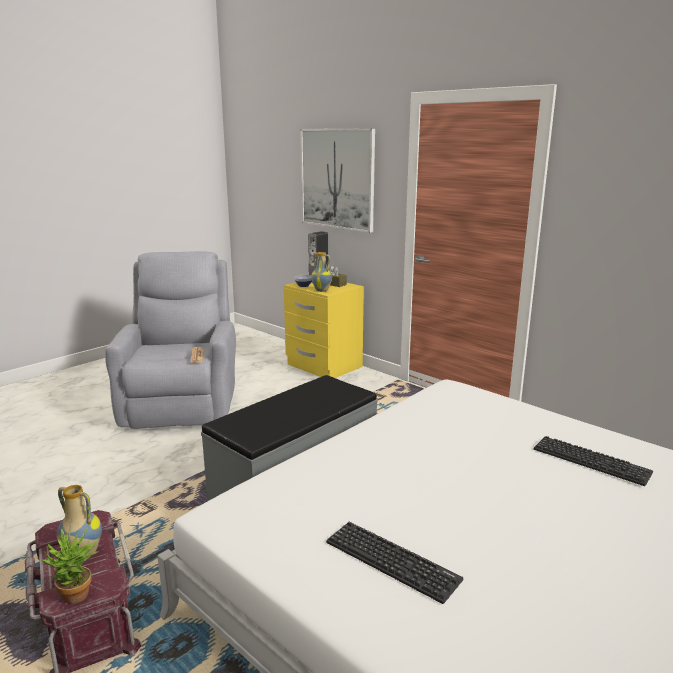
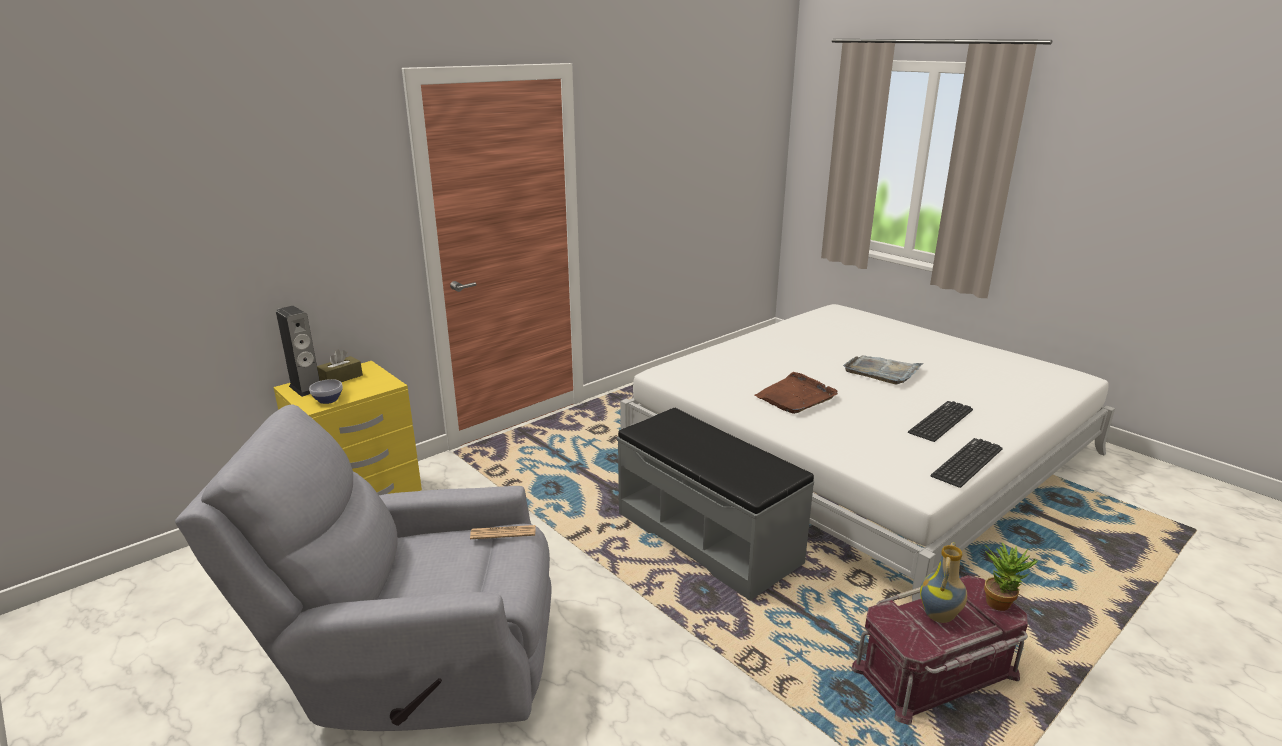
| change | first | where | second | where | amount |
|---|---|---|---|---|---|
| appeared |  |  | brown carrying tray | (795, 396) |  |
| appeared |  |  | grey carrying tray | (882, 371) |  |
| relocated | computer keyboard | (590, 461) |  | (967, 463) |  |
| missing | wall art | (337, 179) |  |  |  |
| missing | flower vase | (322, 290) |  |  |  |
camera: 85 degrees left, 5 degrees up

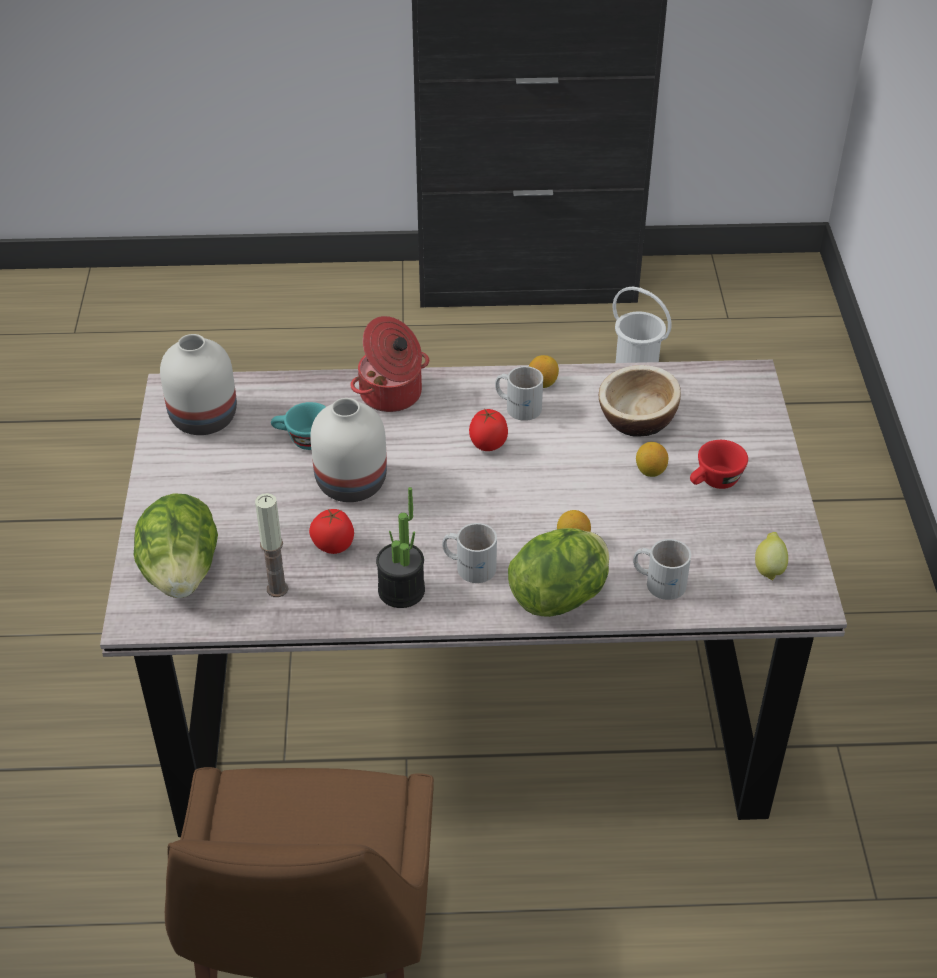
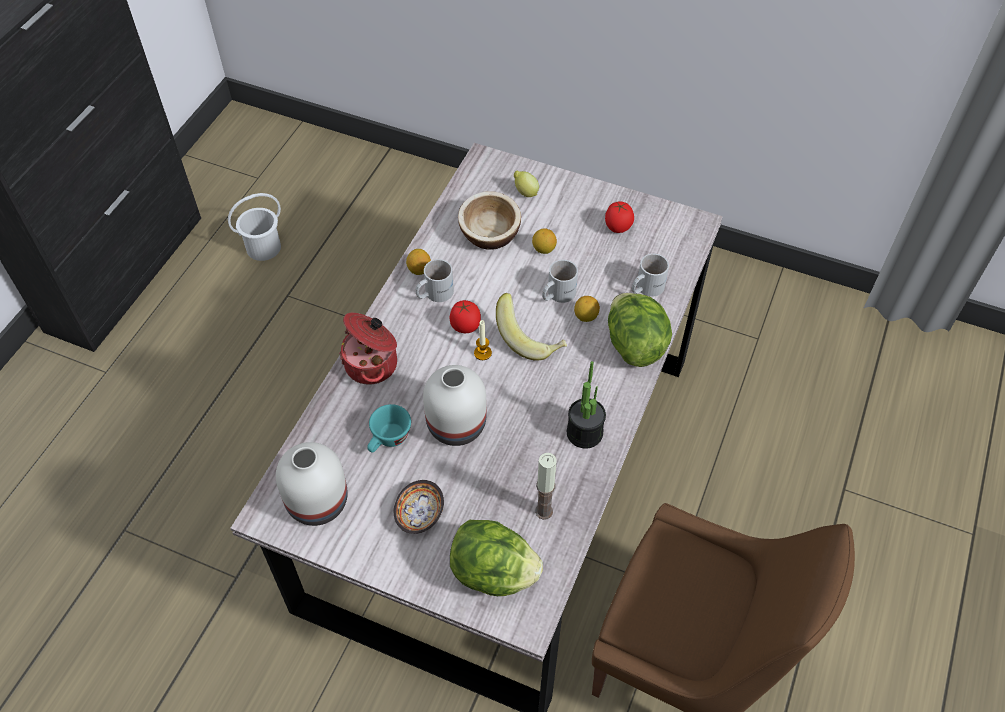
| change | first | where | second | where | amount |
|---|---|---|---|---|---|
| appeared |  |  | serving bowl | (419, 514) |  |
| appeared |  |  | candle | (482, 353) |  |
| appeared |  |  | whole banana | (530, 338) |  |
| relocated | lemon | (769, 568) |  | (525, 192) |  |
| relocated | white mug | (469, 565) |  | (556, 294) |  |
| relocated | tomato | (333, 546) |  | (617, 228) |  |
| missing | red-coloured cup | (714, 482) |  |  |  |
camera: 65 degrees left, 10 degrees up

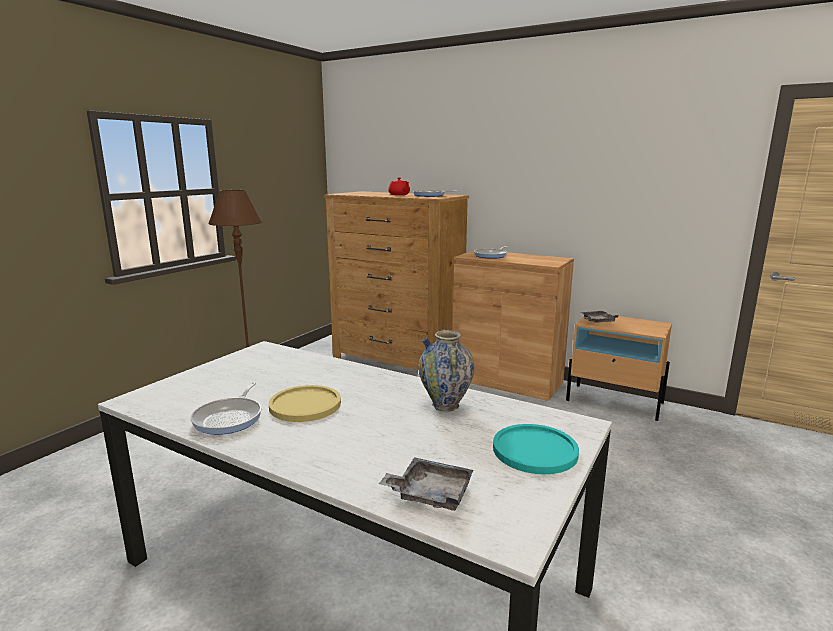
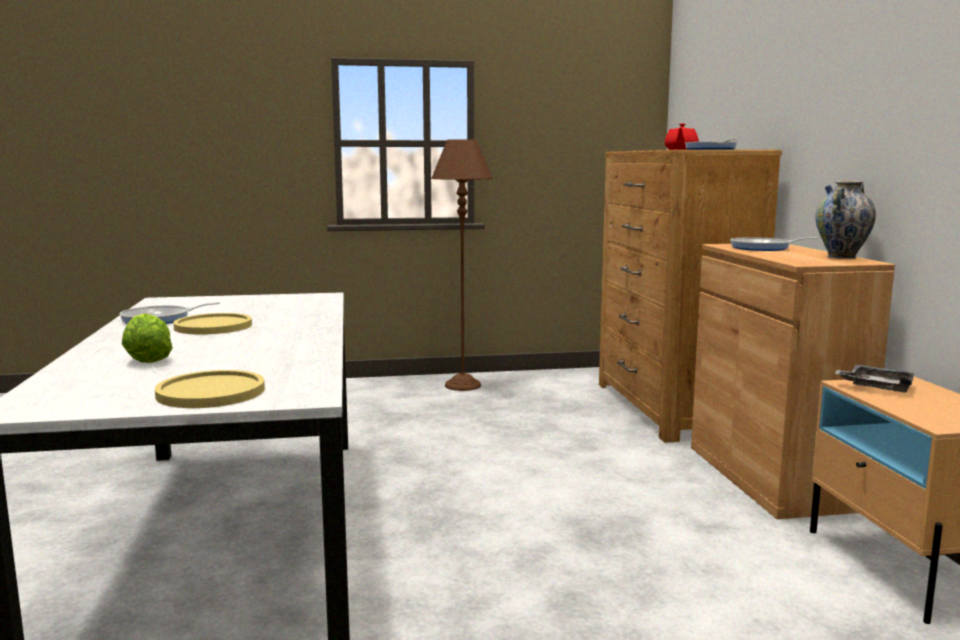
| change | first | where | second | where | amount |
|---|---|---|---|---|---|
| appeared |  |  | lettuce head | (147, 359) |  |
| colour | turquoise plate | (535, 450) | yellow plate | (211, 392) |  |
| relocated | flower vase | (445, 405) |  | (841, 257) |  |
| missing | grey carrying tray | (430, 493) |  |  |  |
camera: 50 degrees right, 5 degrees down

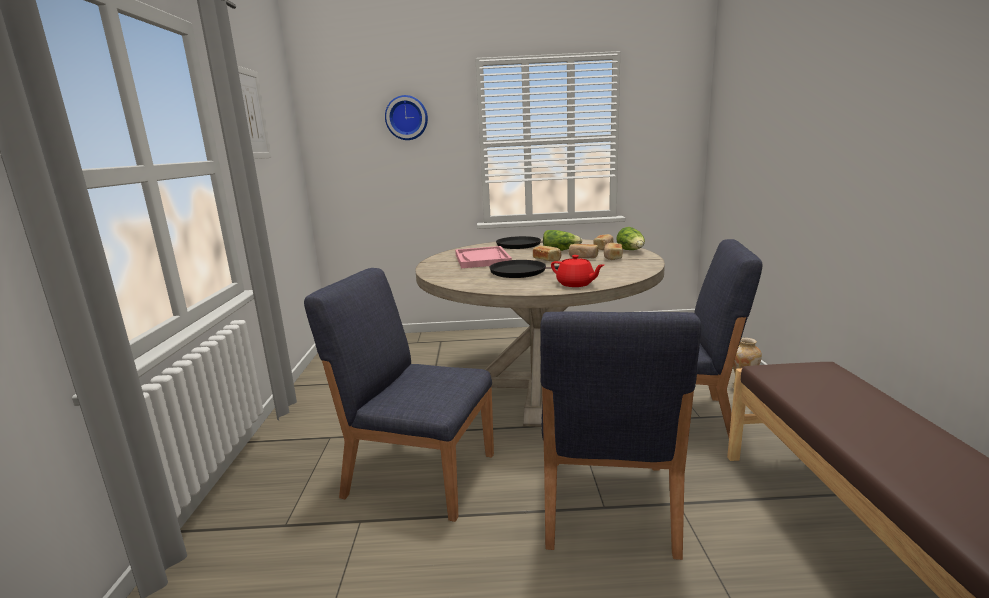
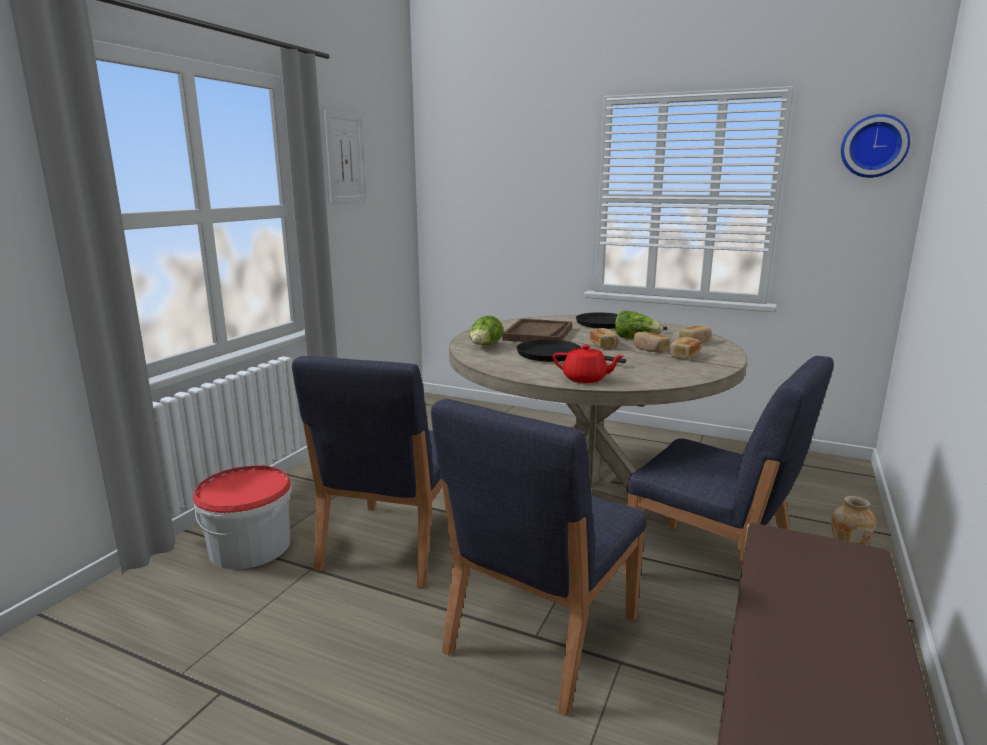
| change | first | where | second | where | amount |
|---|---|---|---|---|---|
| appeared |  |  | water bucket | (250, 546) |  |
| spun | blue upright chair | (419, 474) |  | (392, 544) | 120 degrees counterclockwise |
| relocated | lettuce head | (631, 251) |  | (485, 346) |  |
| colour | pink-coloured carrying tray | (482, 259) | brown carrying tray | (538, 334) |  |
| spun | red-coloured teapot | (576, 284) |  | (585, 379) | 45 degrees counterclockwise |
| relocated | hanging clock | (406, 118) |  | (874, 146) |  |
camera: 25 degrees right, 0 degrees up

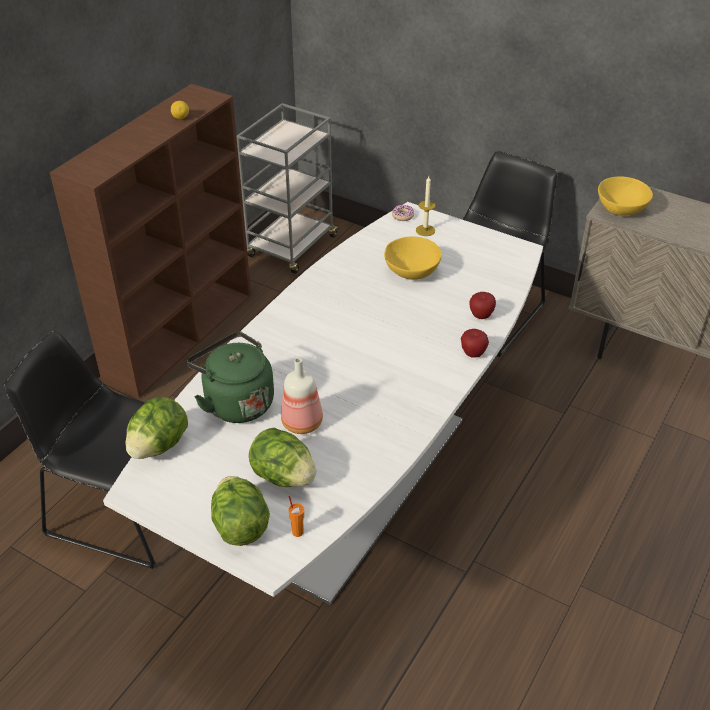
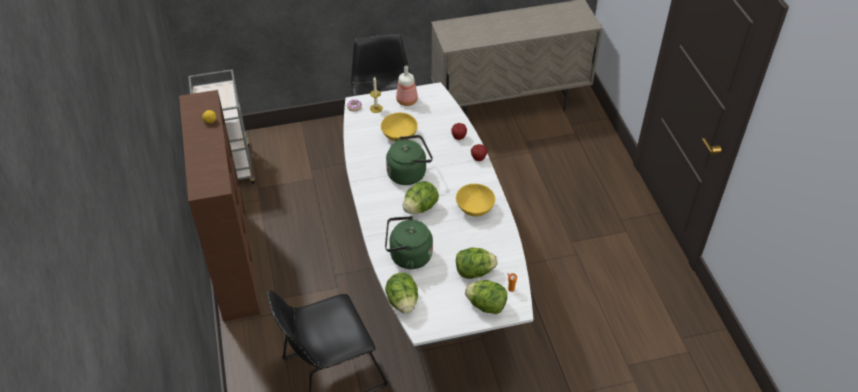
| change | first | where | second | where | amount |
|---|---|---|---|---|---|
| appeared |  |  | green tea kettle | (409, 173) |  |
| relocated | drink bottle | (303, 422) |  | (407, 100) |  |
| appeared |  |  | lettuce head | (420, 207) |  |
| relocated | yellow serving bowl | (621, 209) |  | (475, 208) |  |
camera: 45 degrees left, 5 degrees up

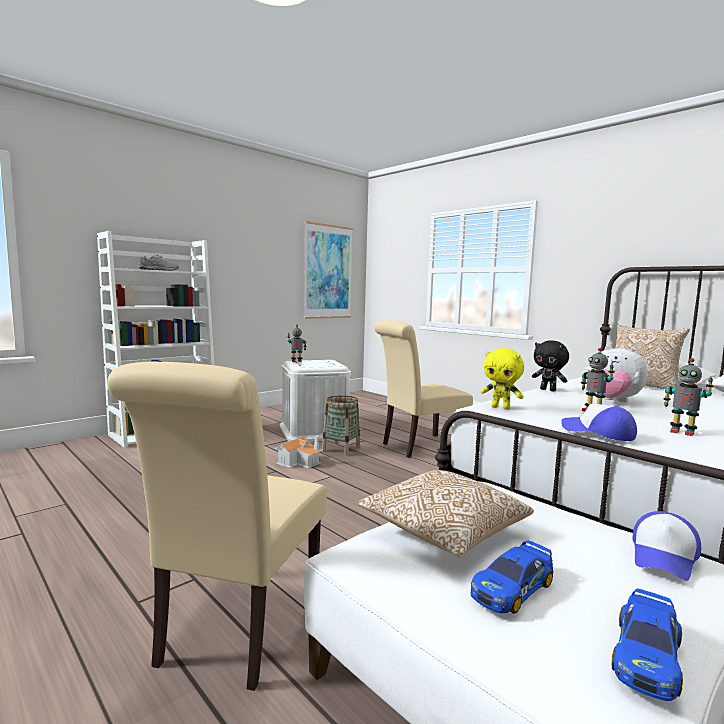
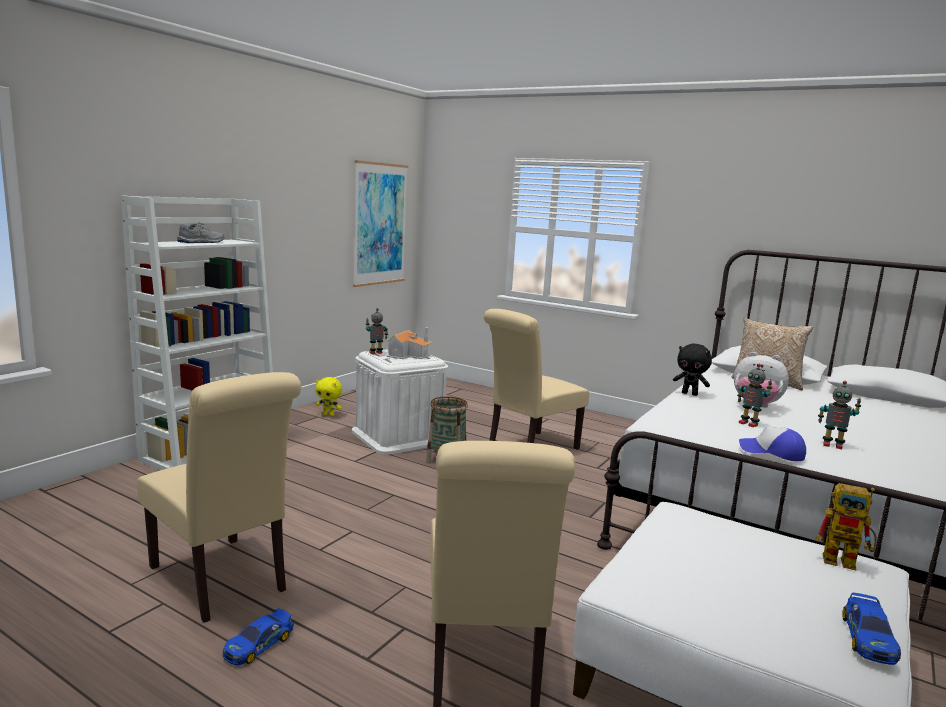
| change | first | where | second | where | amount |
|---|---|---|---|---|---|
| appeared |  |  | sand-coloured upright chair | (222, 581) |  |
| relocated | toy car | (512, 588) |  | (258, 645) |  |
| relocated | yellow soft toy | (501, 408) |  | (329, 415) |  |
| relocated | toy house | (299, 462) |  | (408, 355) |  |
| exchanged | peaked cap | (664, 557) | robot figure | (846, 562) |  |
| missing | cushion | (443, 532) |  |  |  |
camera: 15 degrees left, 5 degrees up

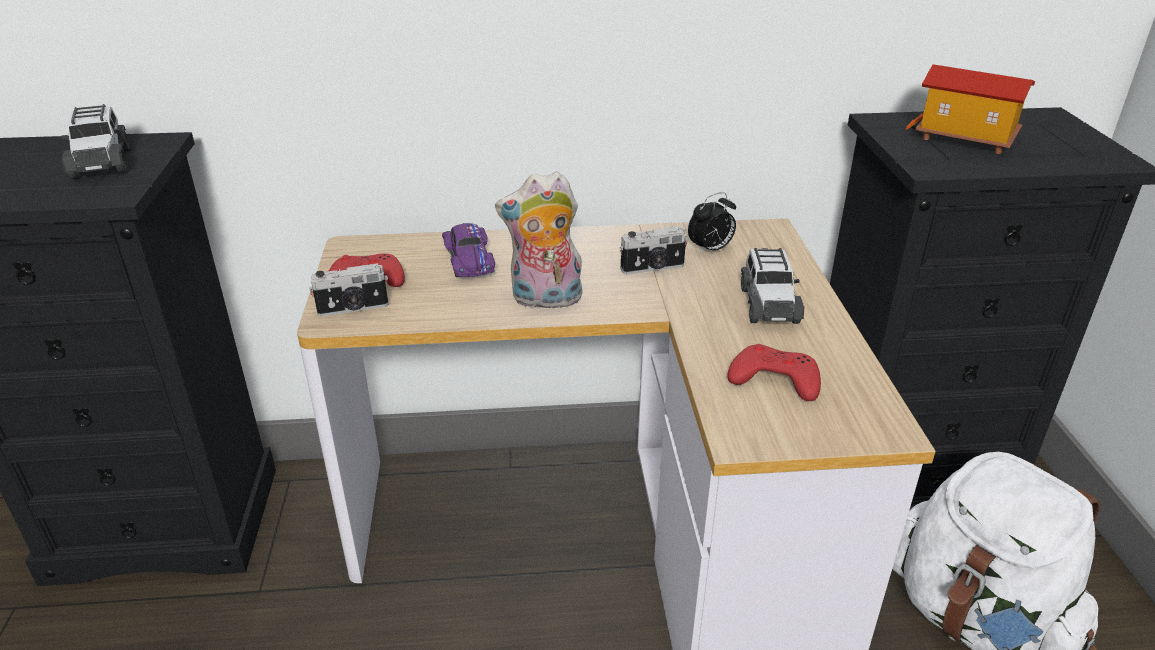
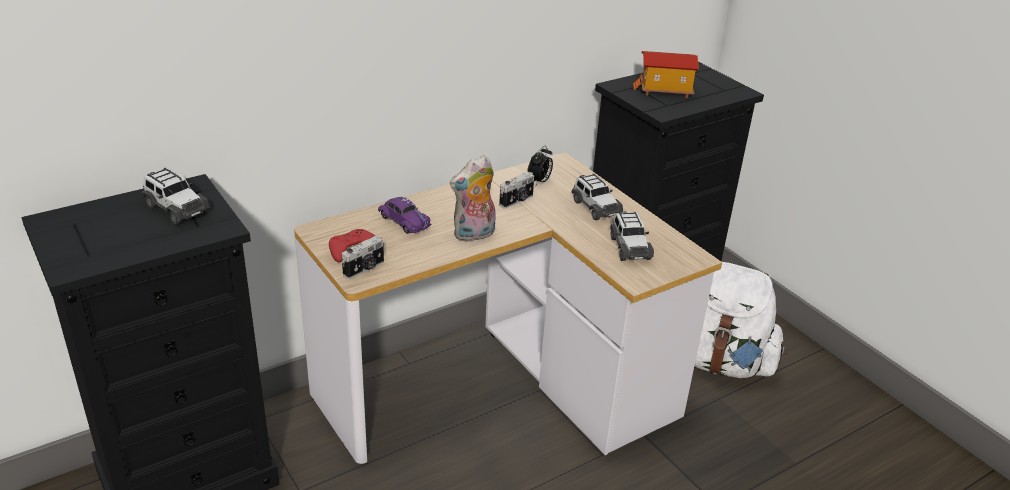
| change | first | where | second | where | amount |
|---|---|---|---|---|---|
| exchanged | red-coloured gamepad | (774, 379) | toy car | (629, 247) |  |
camera: 30 degrees left, 0 degrees up

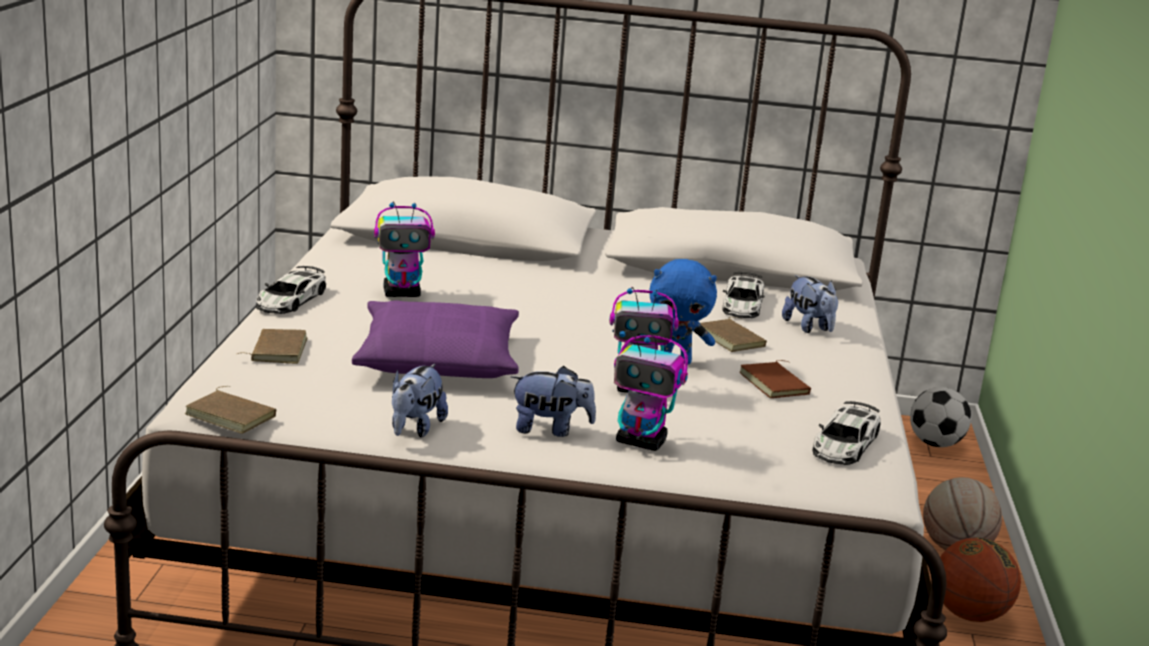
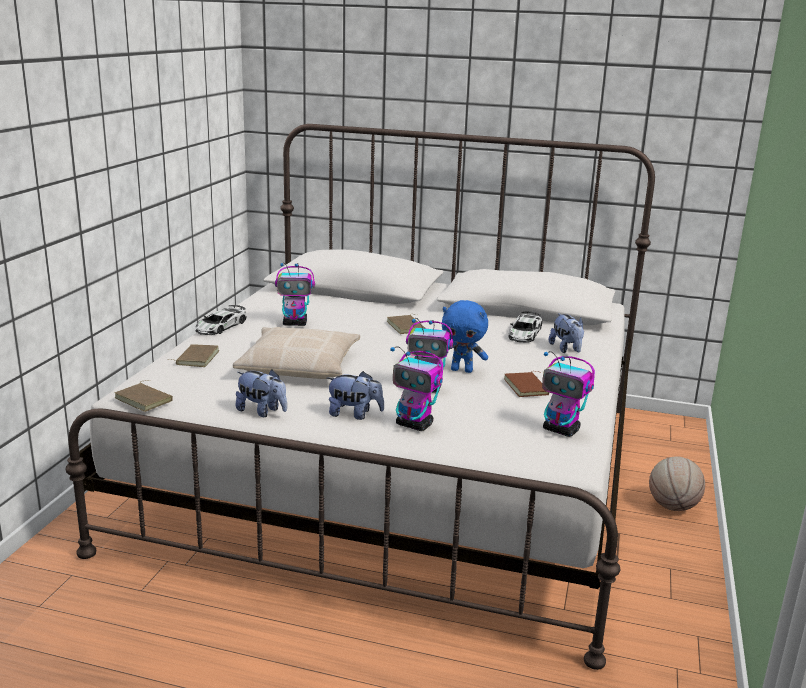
| change | first | where | second | where | amount |
|---|---|---|---|---|---|
| colour | purplish cushion | (438, 358) | sand-coloured cushion | (299, 365) |  |
| spun | soft toy | (415, 429) |  | (262, 411) | 90 degrees counterclockwise |
| relocated | brown book | (733, 339) |  | (407, 327) |  |
| exchanged | toy car | (845, 444) | robot figure | (562, 430) |  |
| missing | football ball | (935, 444) |  |  |  |
| missing | basketball ball | (969, 615) |  |  |  |
camera: 10 degrees right, 0 degrees up

